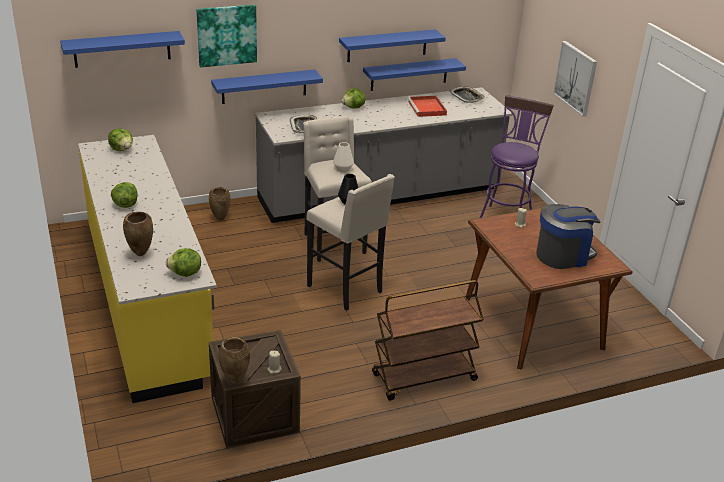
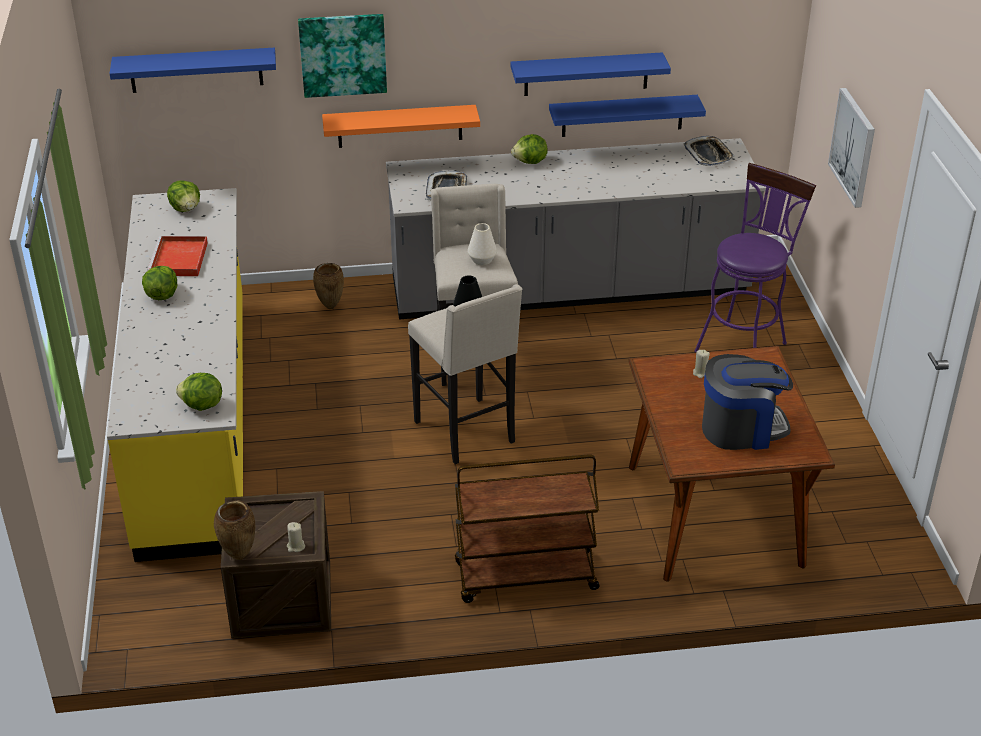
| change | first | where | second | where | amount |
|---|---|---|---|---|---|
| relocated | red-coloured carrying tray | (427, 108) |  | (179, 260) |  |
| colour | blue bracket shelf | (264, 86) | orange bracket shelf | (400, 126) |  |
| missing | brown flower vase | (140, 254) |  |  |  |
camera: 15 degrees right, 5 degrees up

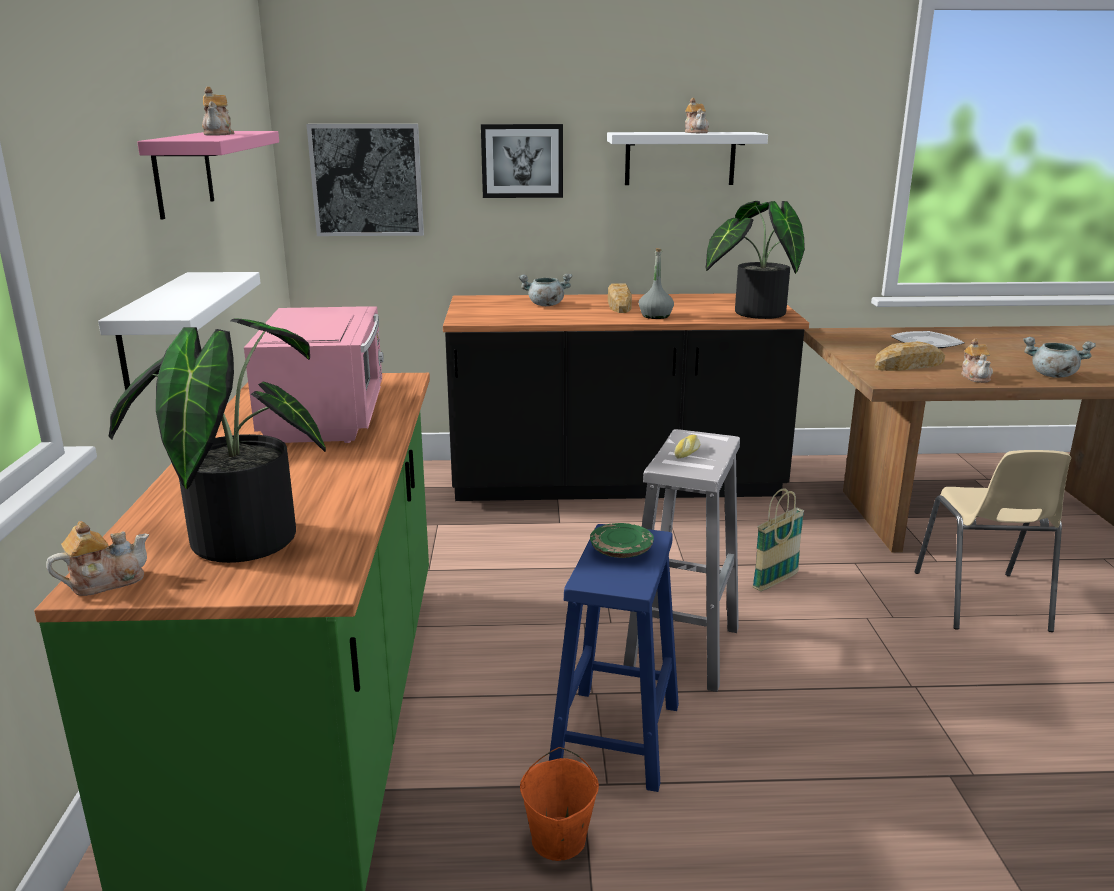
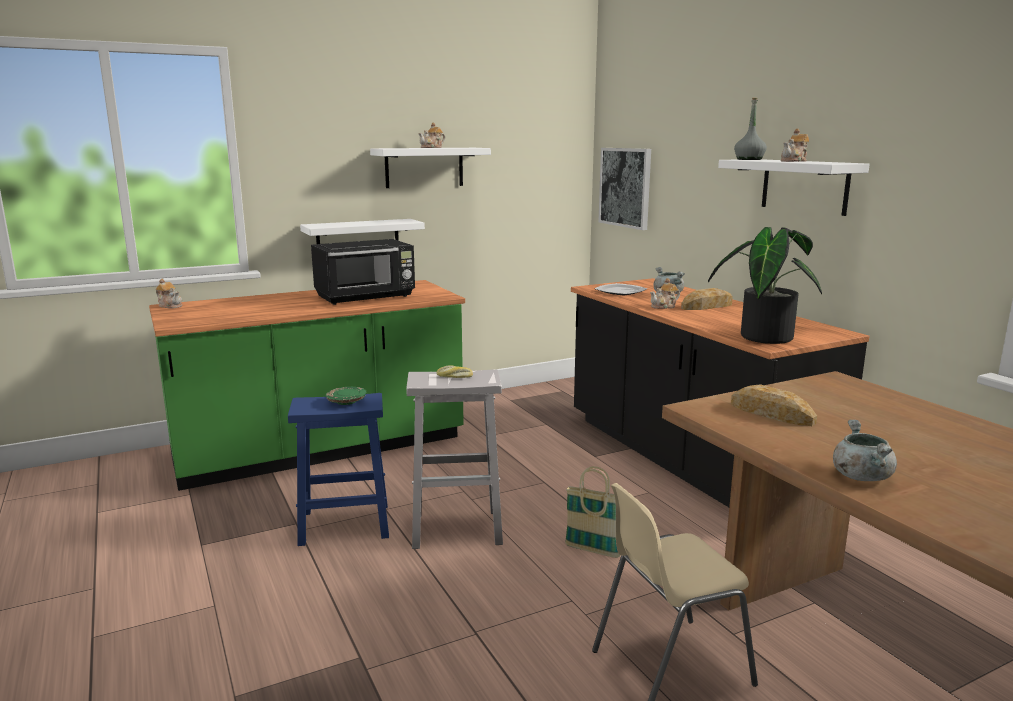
| change | first | where | second | where | amount |
|---|---|---|---|---|---|
| colour | pink-coloured microwave oven | (327, 418) | blackish microwave oven | (366, 297) |  |
| colour | pink-coloured bracket shelf | (183, 173) | white bracket shelf | (424, 167) |  |
| relocated | plate | (926, 342) |  | (621, 291) |  |
| relocated | teapot | (975, 377) |  | (664, 306) |  |
| relocated | grey drink bottle | (655, 316) |  | (749, 159) |  |
| missing | plant in a pot | (238, 536) |  |  |  |
| missing | wall art | (522, 161) |  |  |  |
| missing | orange water bucket | (558, 840) |  |  |  |
camera: 65 degrees right, 5 degrees down

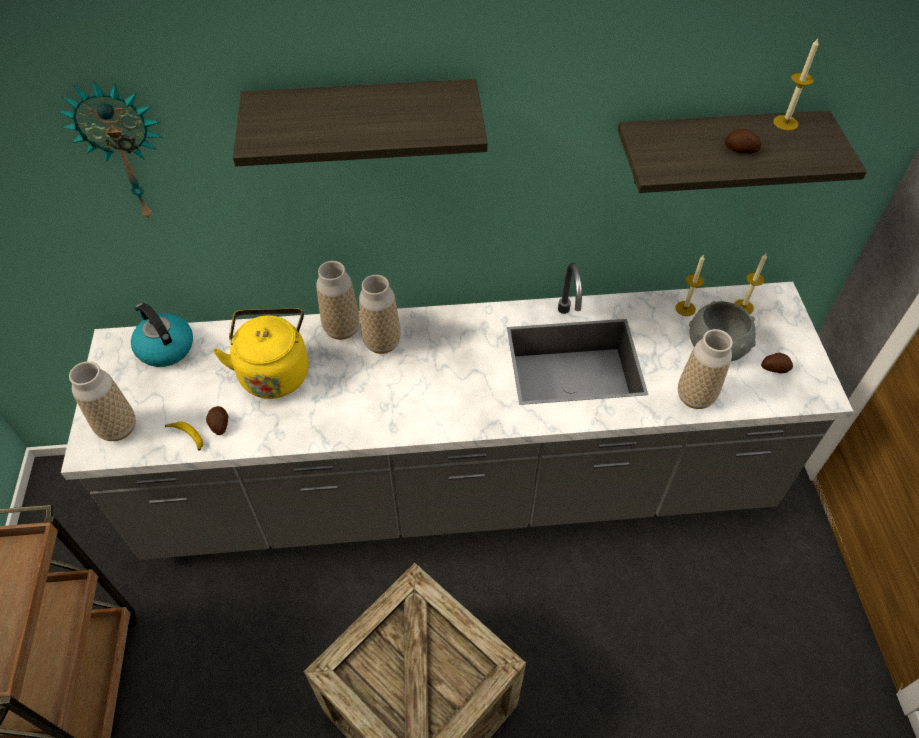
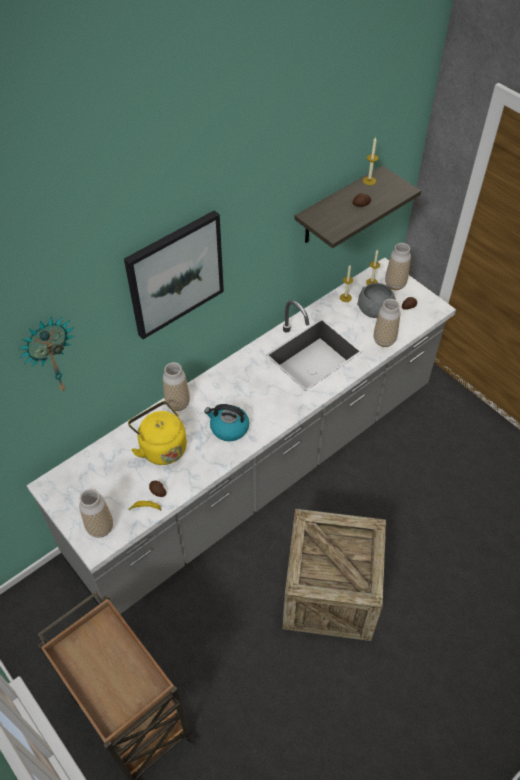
| change | first | where | second | where | amount |
|---|---|---|---|---|---|
| exchanged | bracket shelf | (363, 120) | wall art | (175, 274) |  |
| relocated | tea kettle | (165, 347) |  | (228, 428) |  |
| relocated | flower vase | (382, 343) |  | (395, 284) |  |
camera: 35 degrees left, 0 degrees up

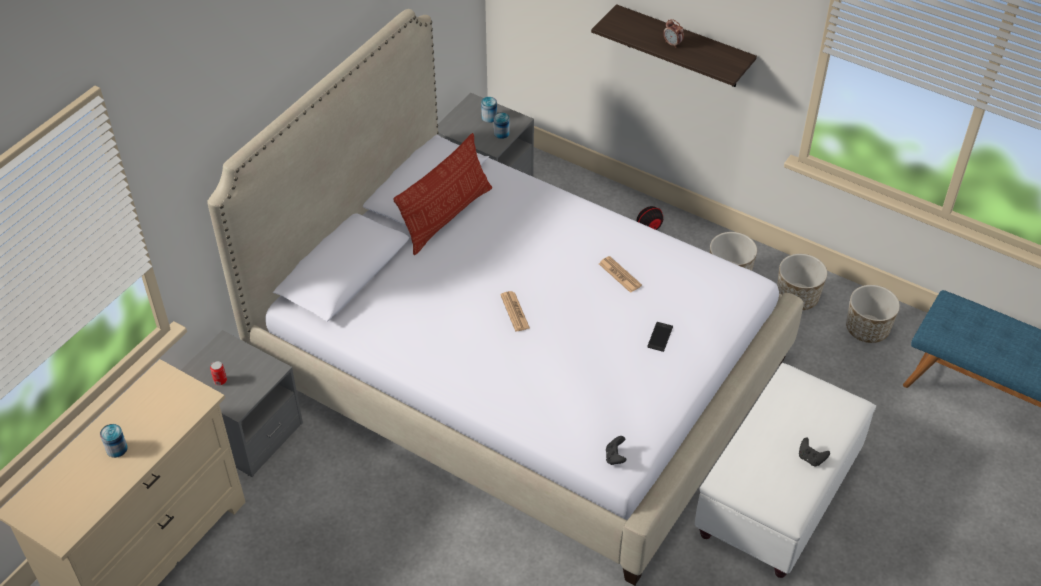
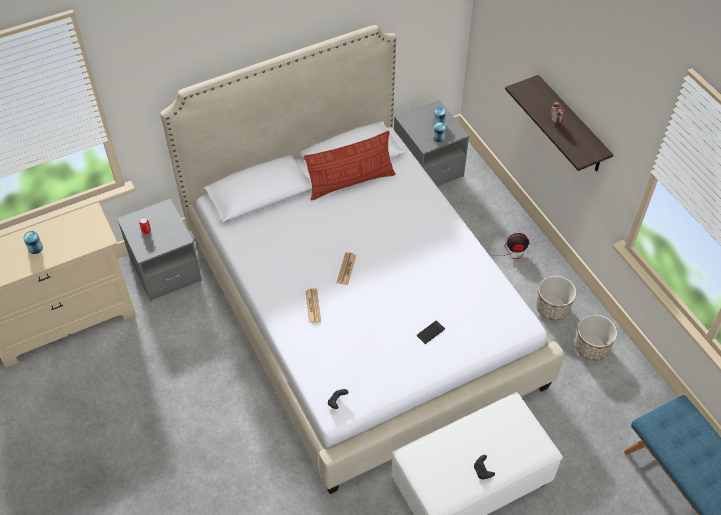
| change | first | where | second | where | amount |
|---|---|---|---|---|---|
| relocated | printed paper | (620, 275) |  | (313, 306) |  |
| missing | planter | (867, 329) |  |  |  |
camera: 30 degrees right, 5 degrees up

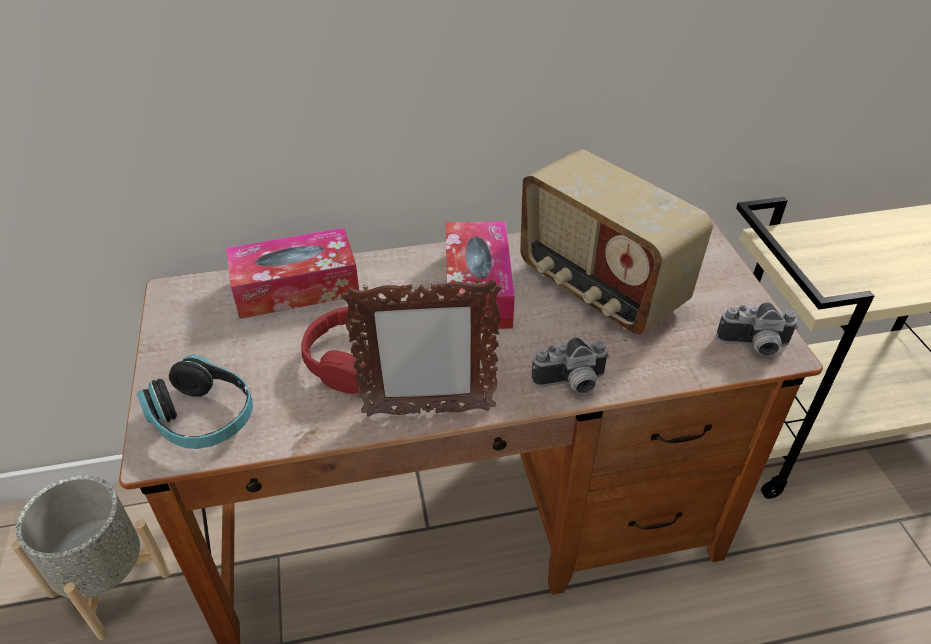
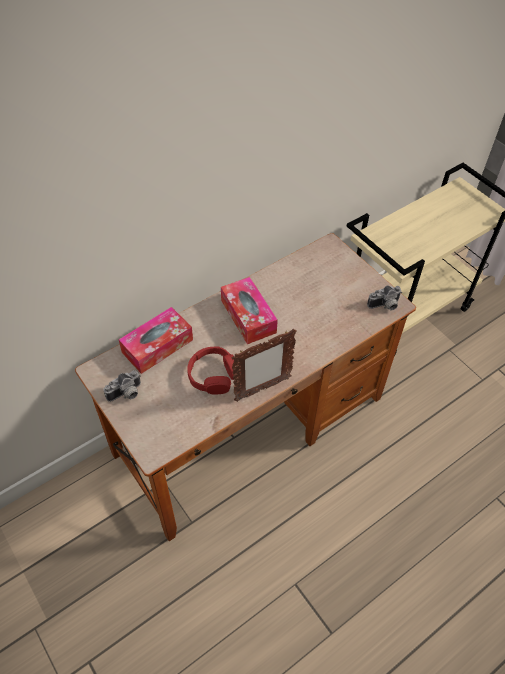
| change | first | where | second | where | amount |
|---|---|---|---|---|---|
| relocated | still camera | (571, 384) |  | (126, 394) |  |
| missing | grey planter | (109, 584) |  |  |  |
| missing | headphones | (203, 417) |  |  |  |
| missing | radio | (599, 288) |  |  |  |
camera: 25 degrees left, 10 degrees up

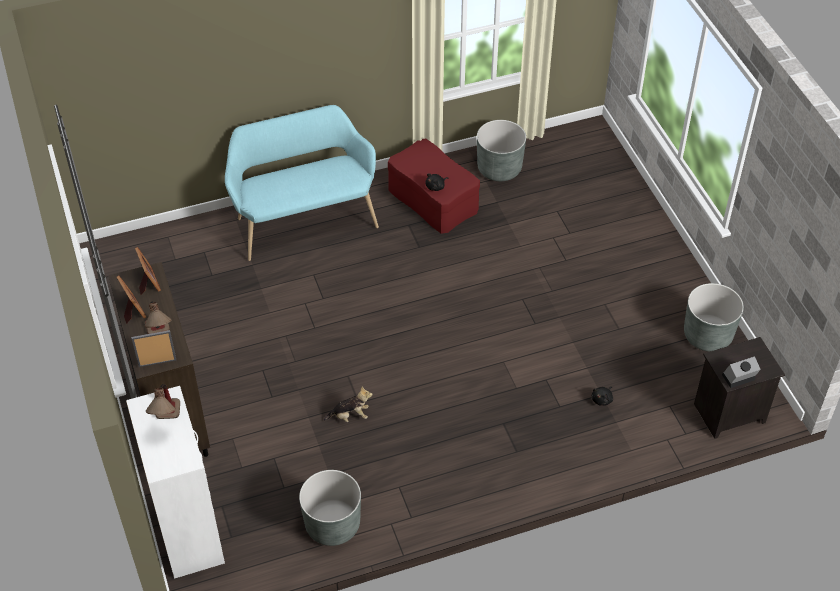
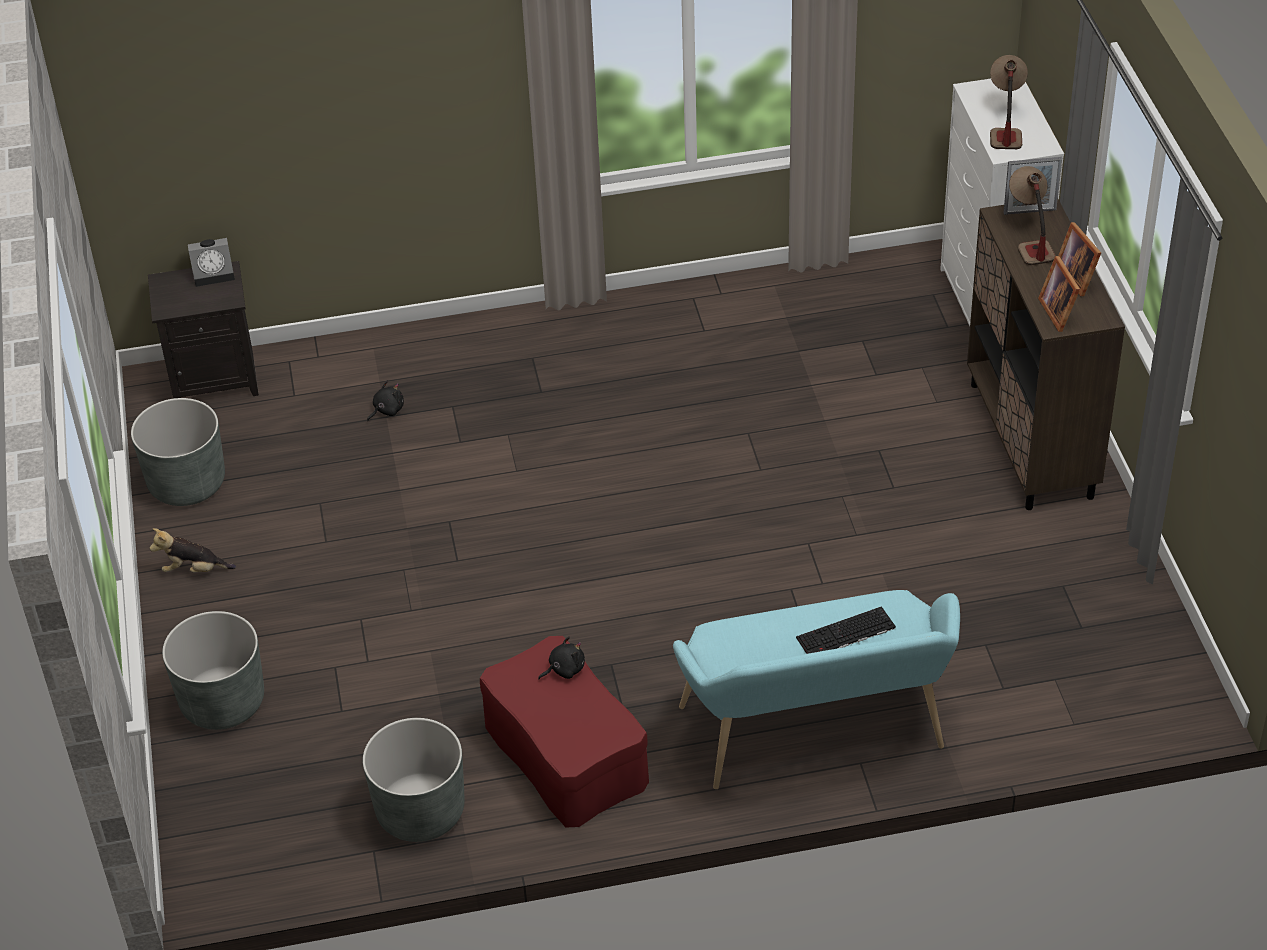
| change | first | where | second | where | amount |
|---|---|---|---|---|---|
| relocated | soft toy | (350, 416) |  | (194, 570) |  |
| relocated | grey planter | (332, 524) |  | (223, 702) |  |
| appeared |  |  | computer keyboard | (845, 634) |  |
camera: 170 degrees left, 5 degrees down

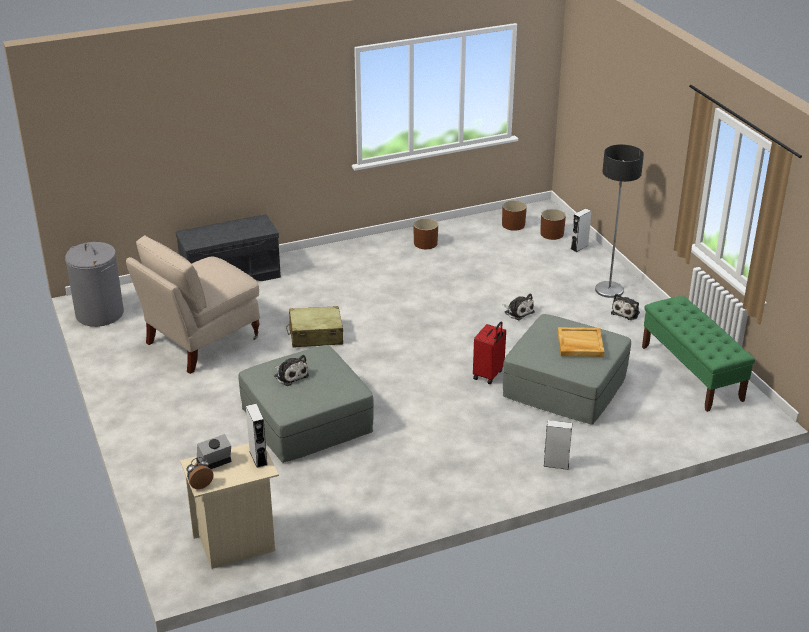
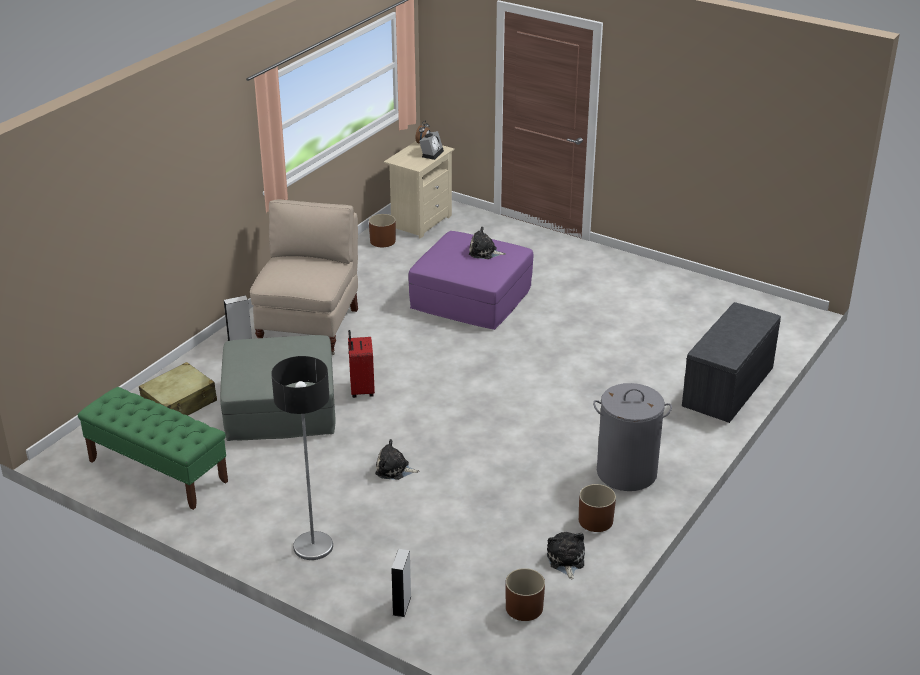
| change | first | where | second | where | amount |
|---|---|---|---|---|---|
| relocated | sand-coloured travel case | (315, 335) |  | (180, 403) |  |
| relocated | sand-coloured upright chair | (201, 341) |  | (309, 327) |  |
| relocated | brown planter | (552, 234) |  | (382, 241) |  |
| colour | grey ottoman | (306, 420) | purplish ottoman | (472, 298) |  |
| relocated | soft toy | (626, 312) |  | (566, 560) |  |
| relocated | grey laundry basket | (100, 314) |  | (626, 473) |  |
| missing | grey audio speaker | (258, 458) |  |  |  |
| missing | sand-coloured carrying tray | (579, 344) |  |  |  |
camera: 145 degrees right, 0 degrees up

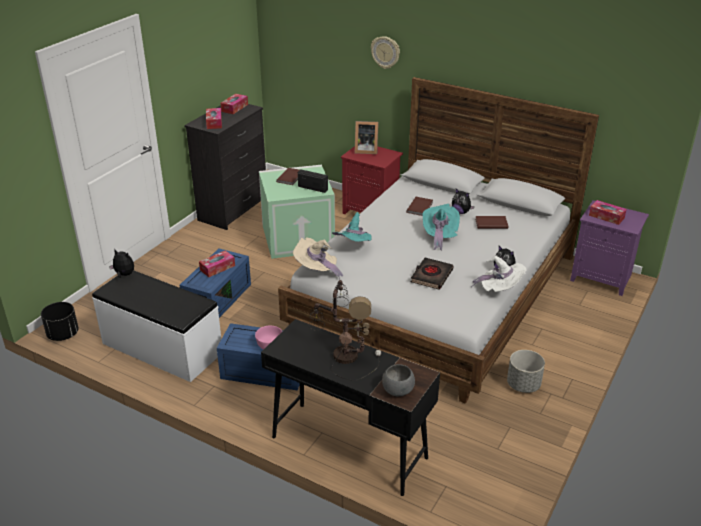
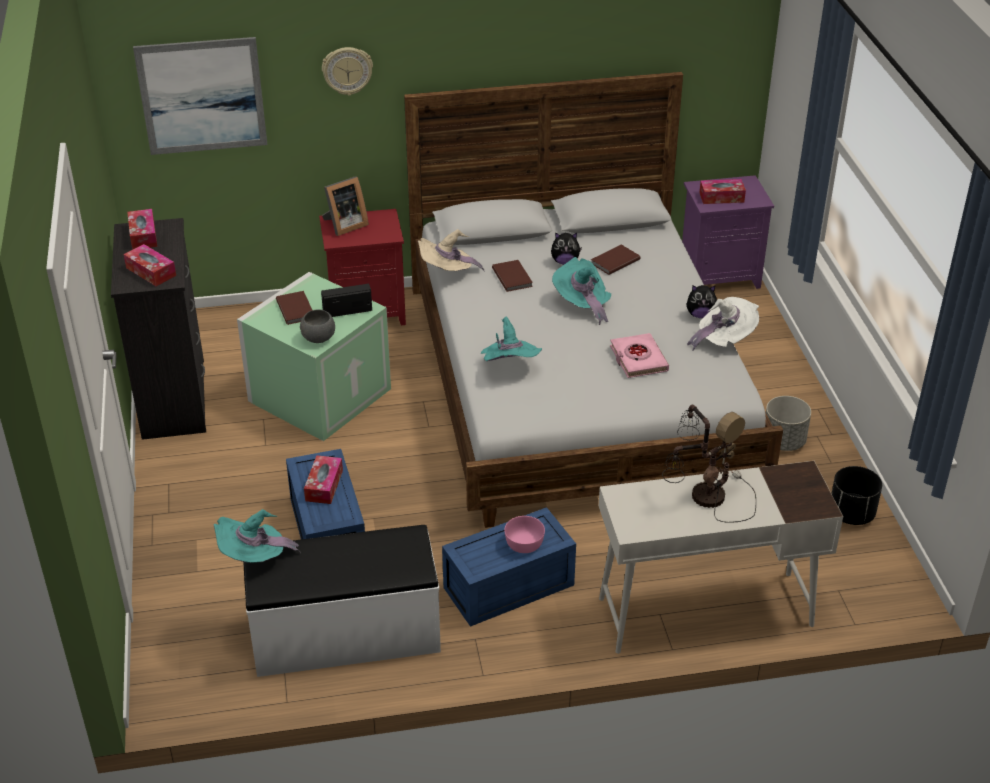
| change | first | where | second | where | amount |
|---|---|---|---|---|---|
| appeared |  |  | wall art | (202, 96) |  |
| exchanged | soft toy | (124, 275) | turquoise wearable hat | (254, 558) |  |
| relocated | grey serving bowl | (397, 391) |  | (318, 338) |  |
| relocated | sand-coloured wearable hat | (316, 270) |  | (447, 273) |  |
| colour | blackish desk | (348, 447) | white desk | (704, 612) |  |
| colour | blackish book | (431, 276) | pink-coloured book | (638, 359) |  |
| relocated | blackish planter | (63, 334) |  | (851, 514) |  |
camera: 40 degrees left, 5 degrees up

